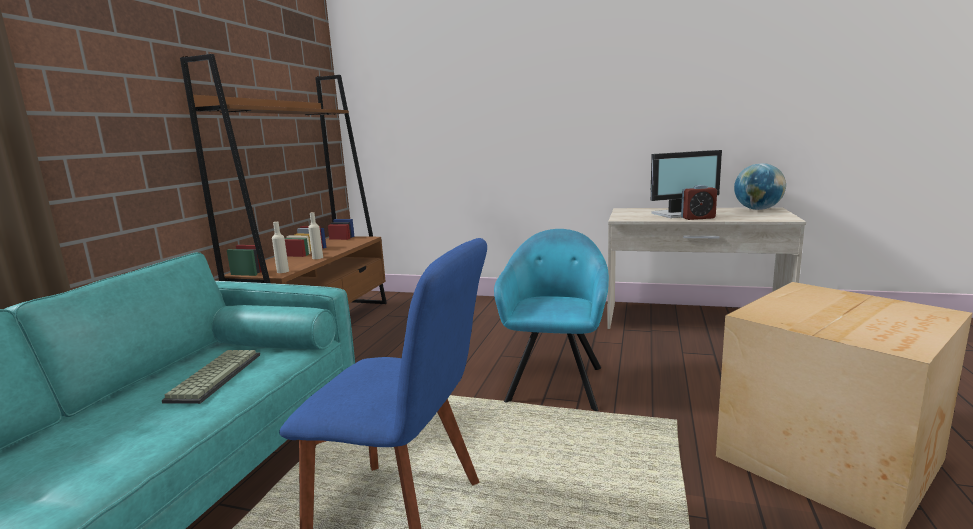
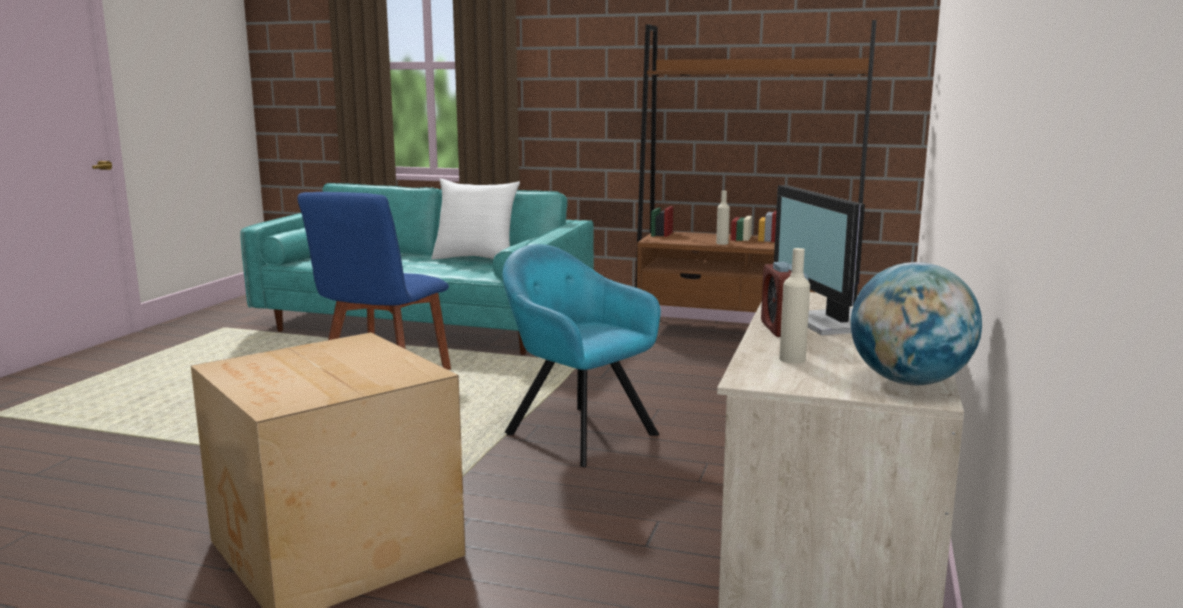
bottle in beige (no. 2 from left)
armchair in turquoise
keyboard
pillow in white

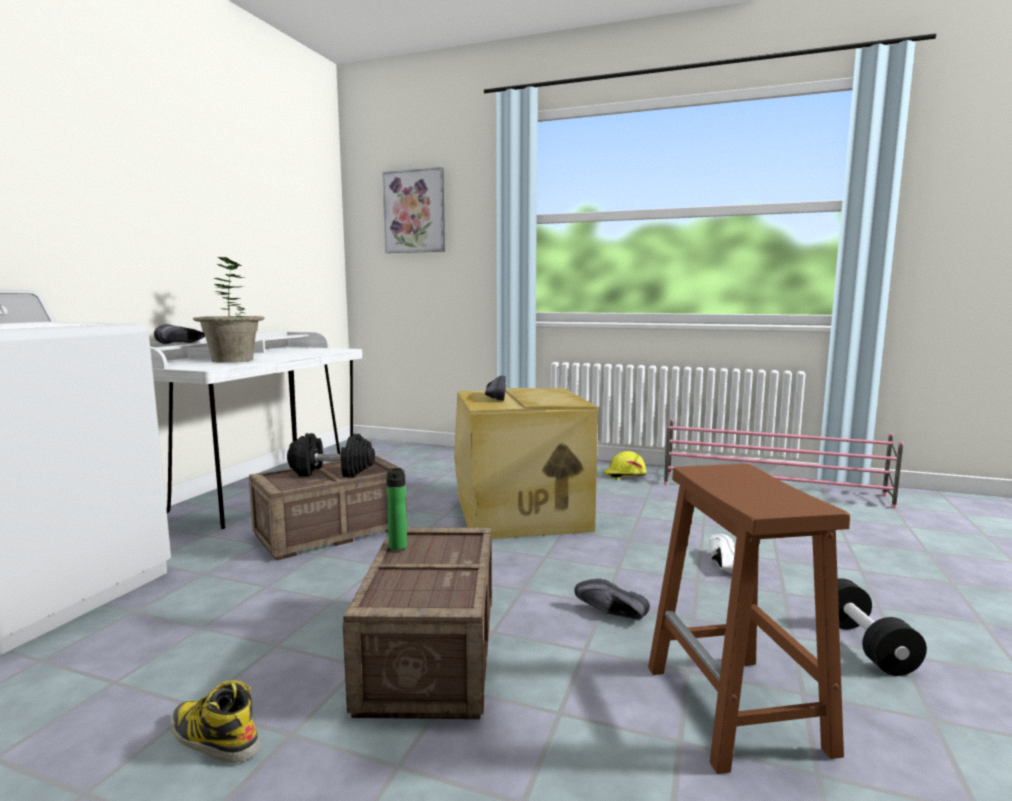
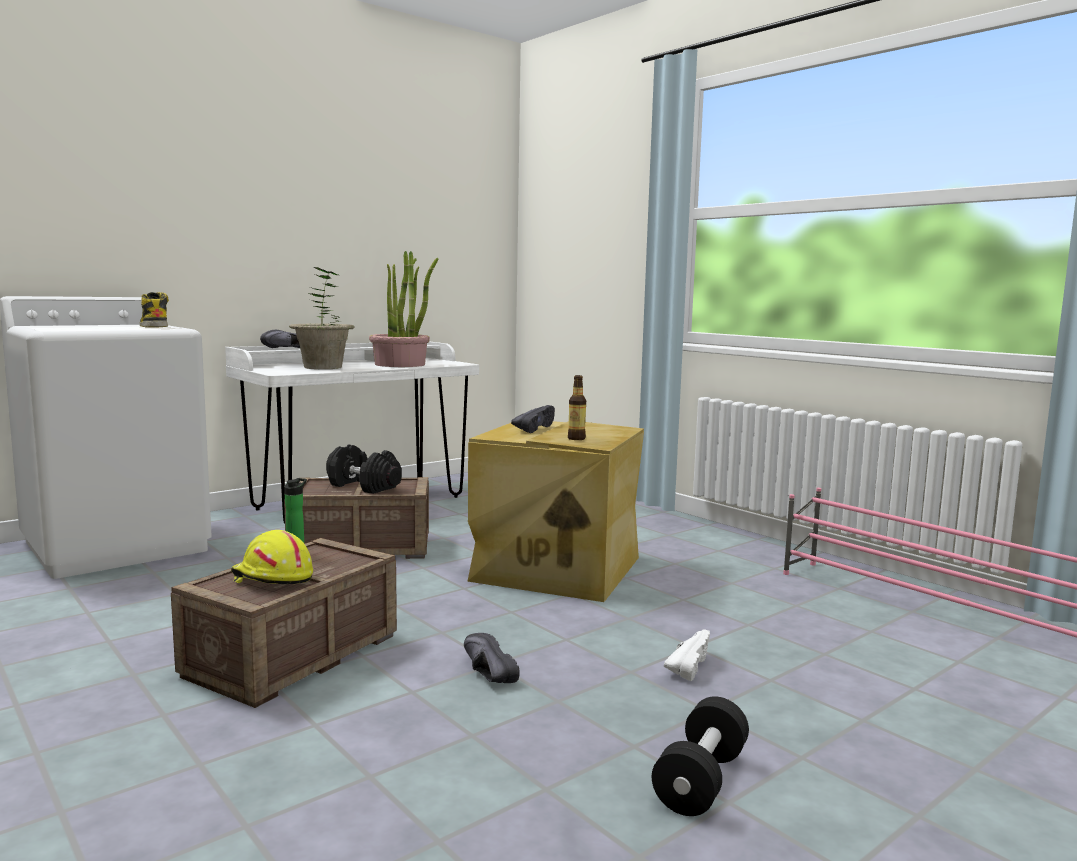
picture
hard hat in yellow
stool in brown
boot
potted plant (no. 2 from left)
bottle (no. 2 from left)

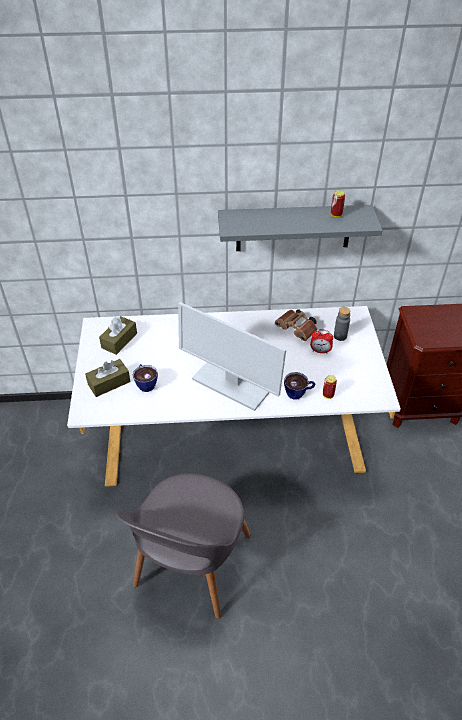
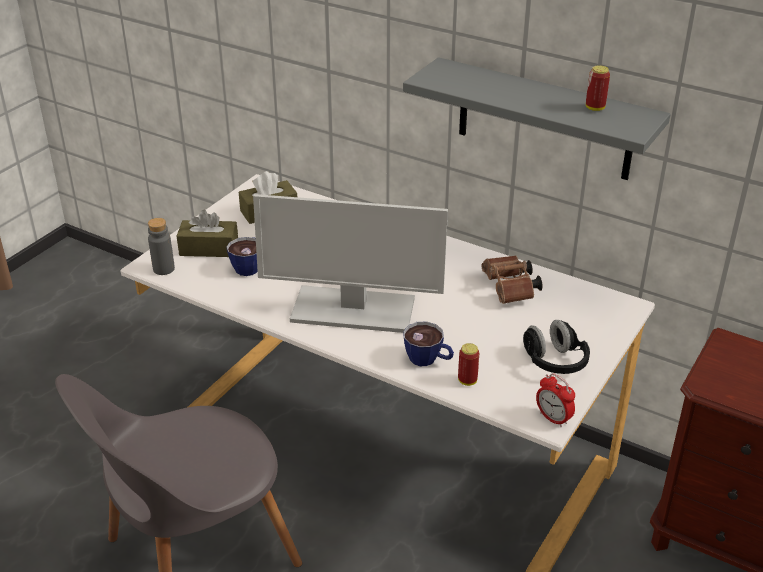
monitor
bottle in grey
alarm clock
headphones in black

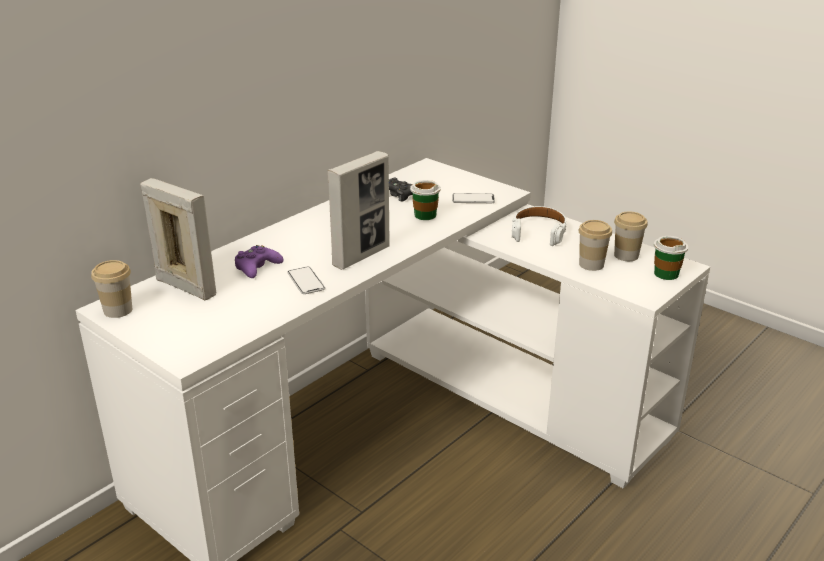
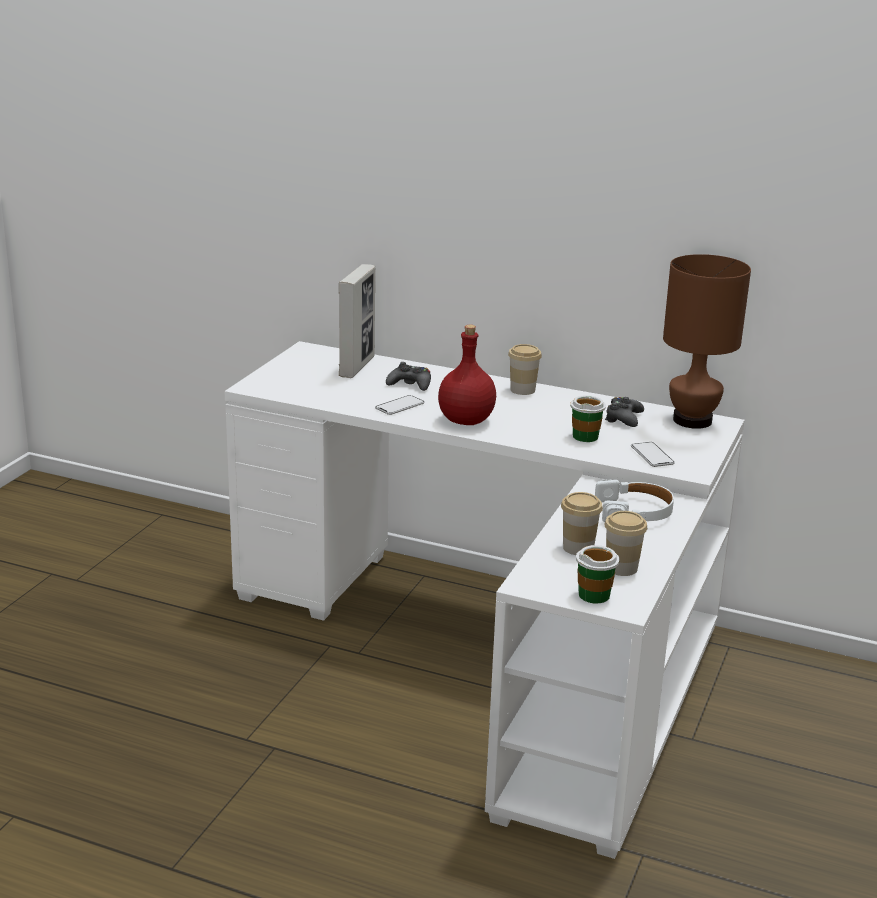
bottle in red
game controller in black (no. 1 from left)
cup (no. 1 from left)
table lamp in brown

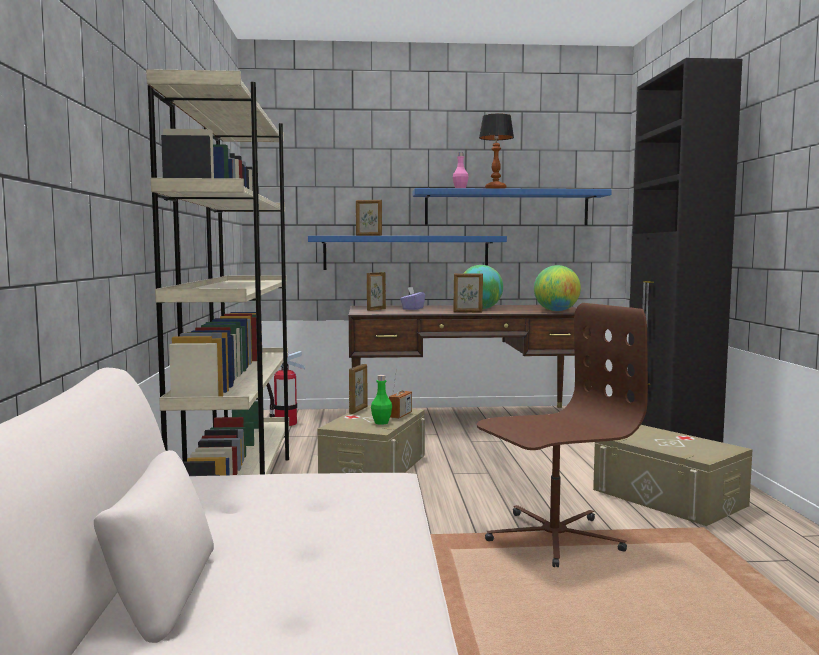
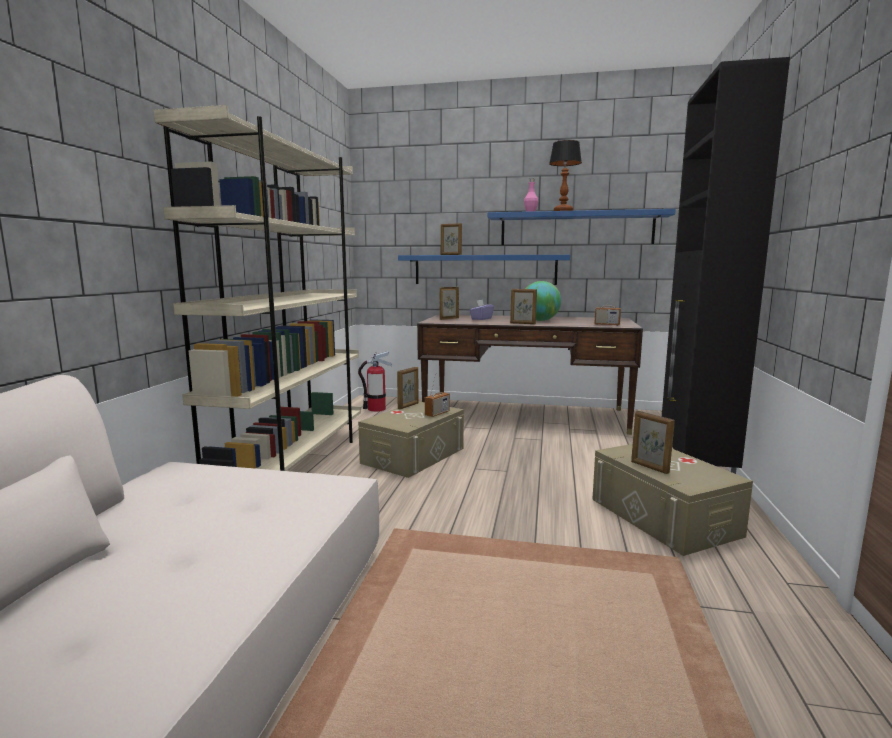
radio (no. 2 from left)
office chair in brown
bottle in green
picture frame (no. 5 from left)

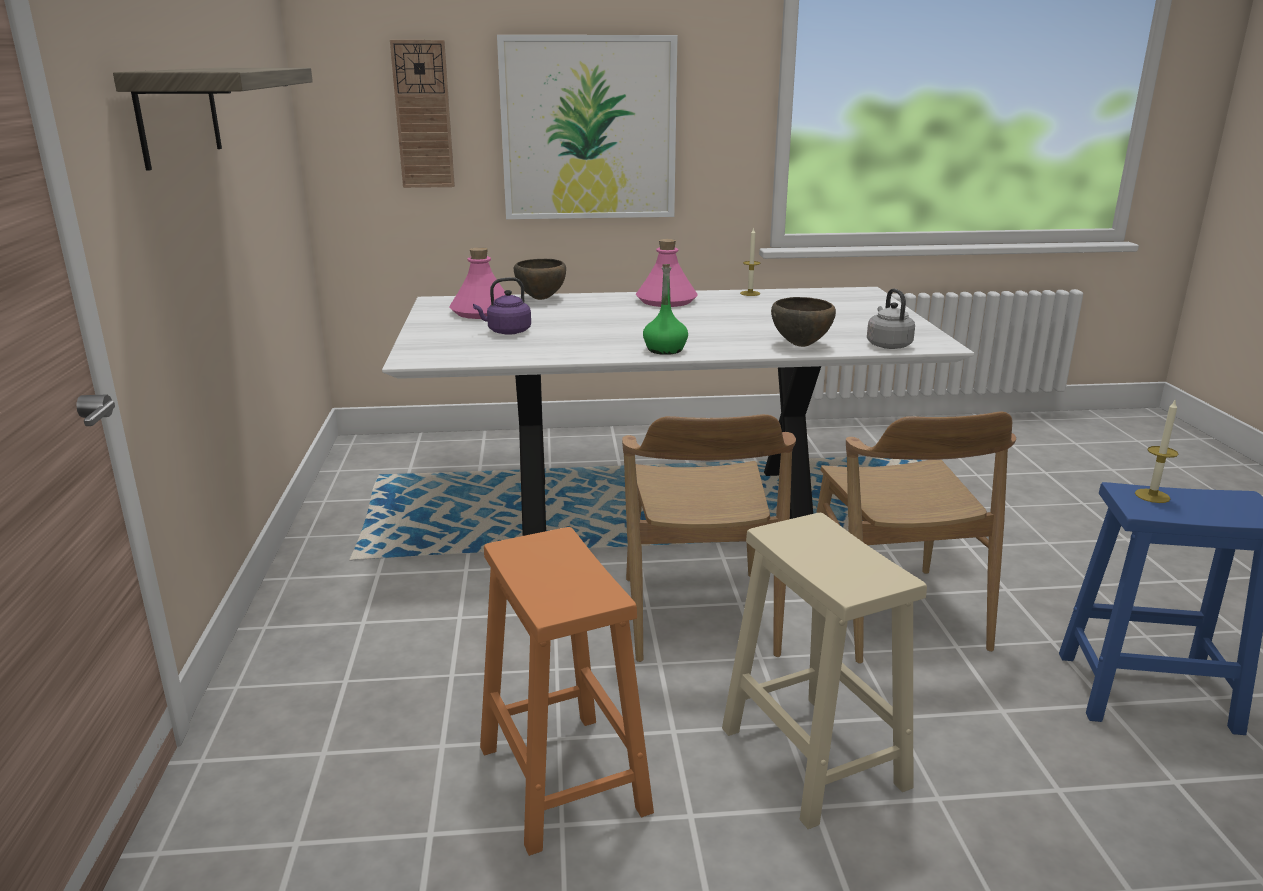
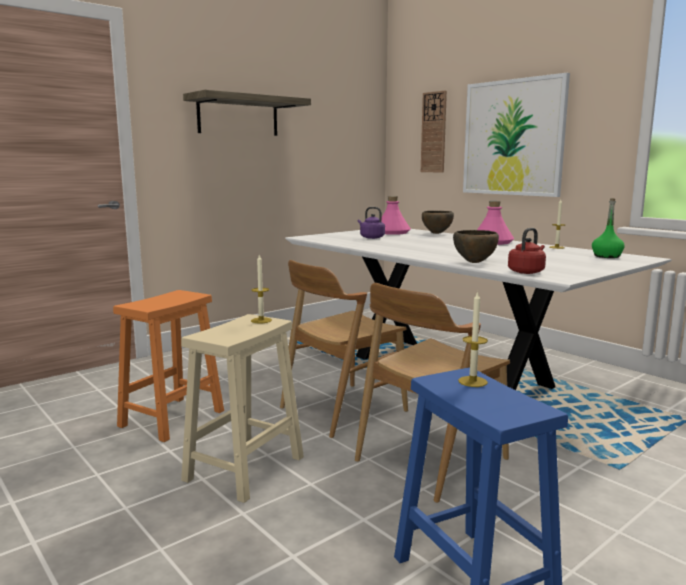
bottle in green
kettle in red
candle (no. 1 from left)

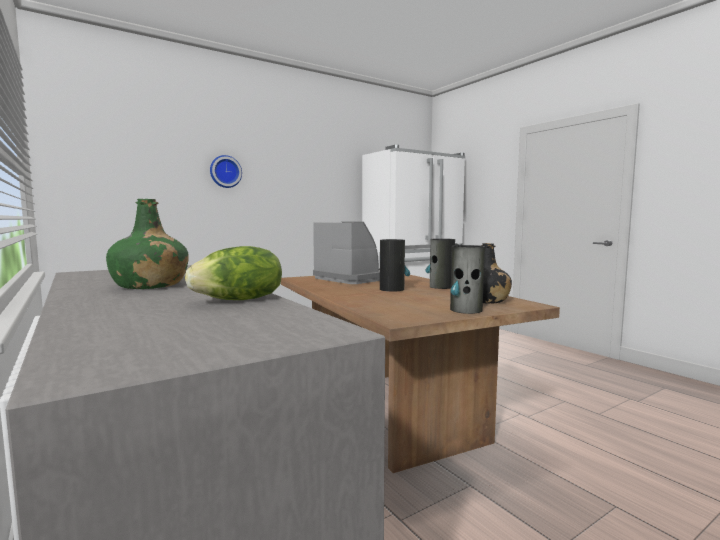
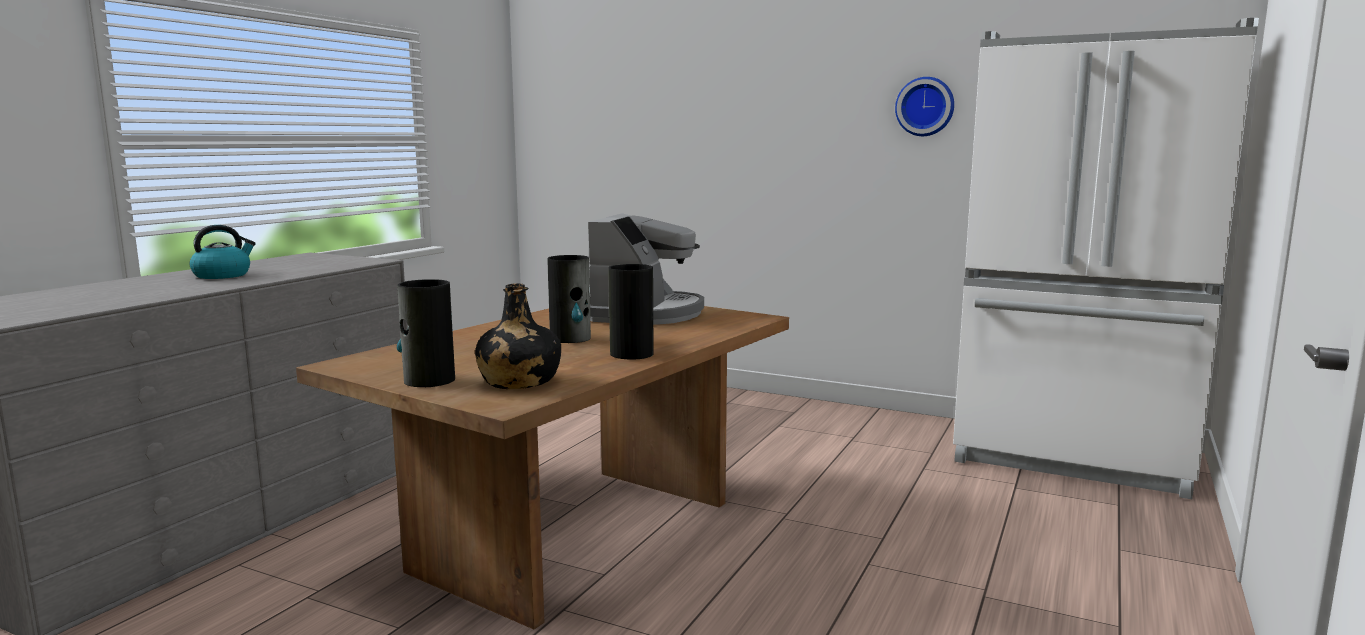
wall clock
kettle
lettuce

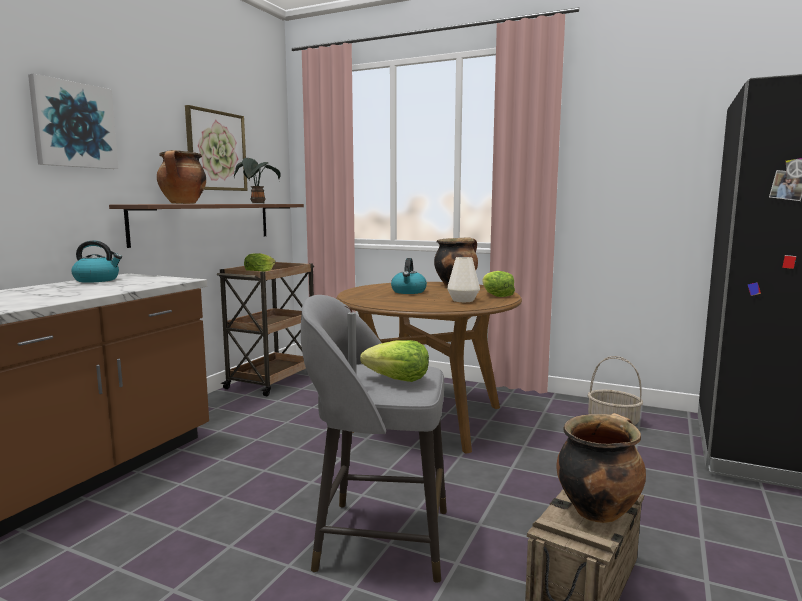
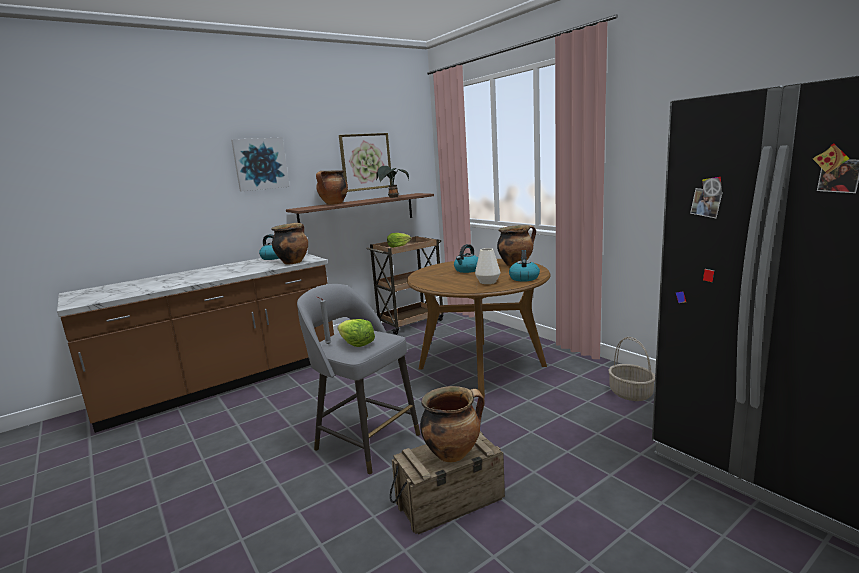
kettle (no. 3 from left)
cooking pot (no. 1 from left)

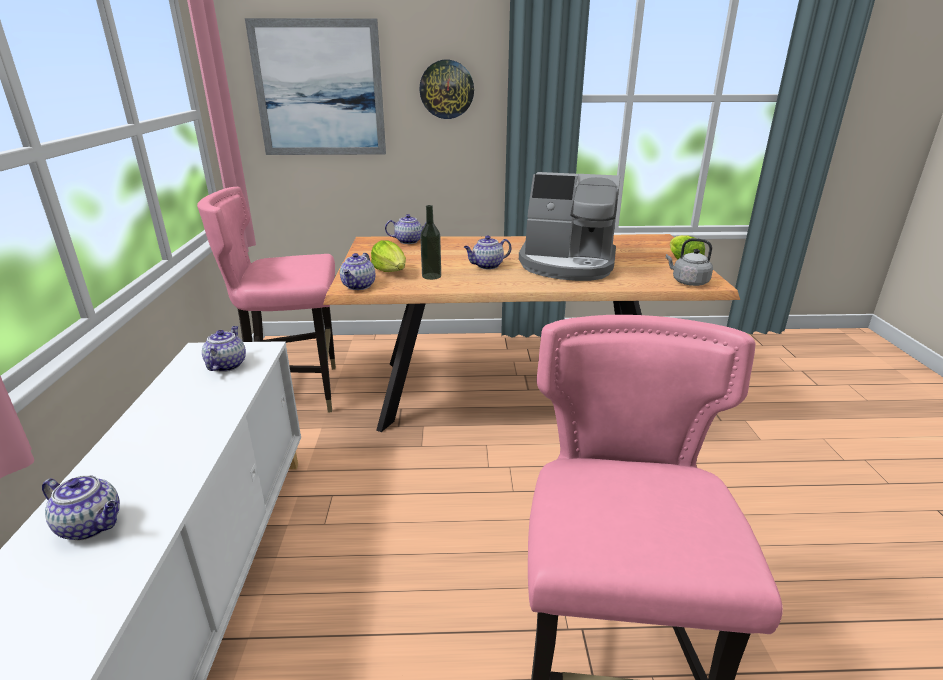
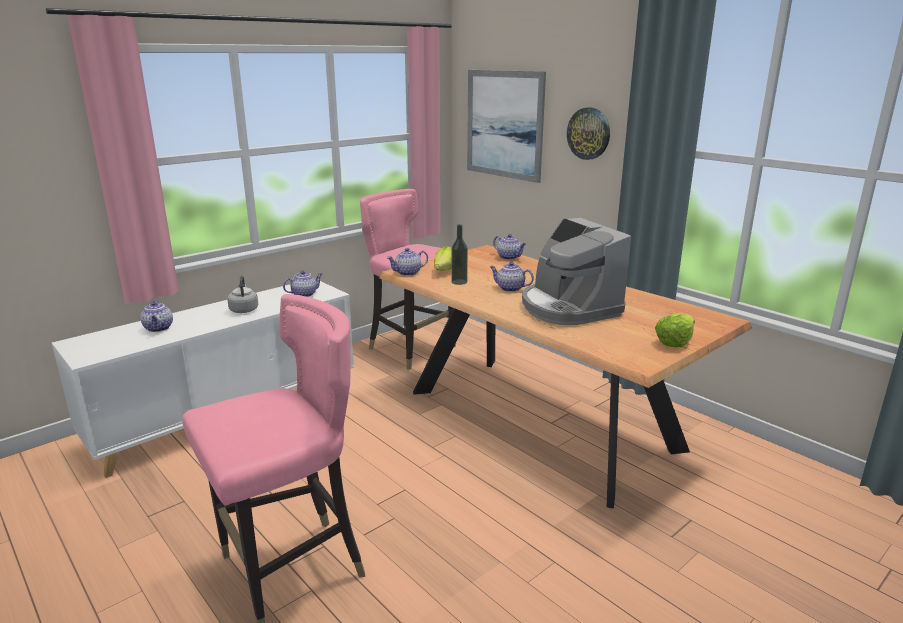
kettle in grey

